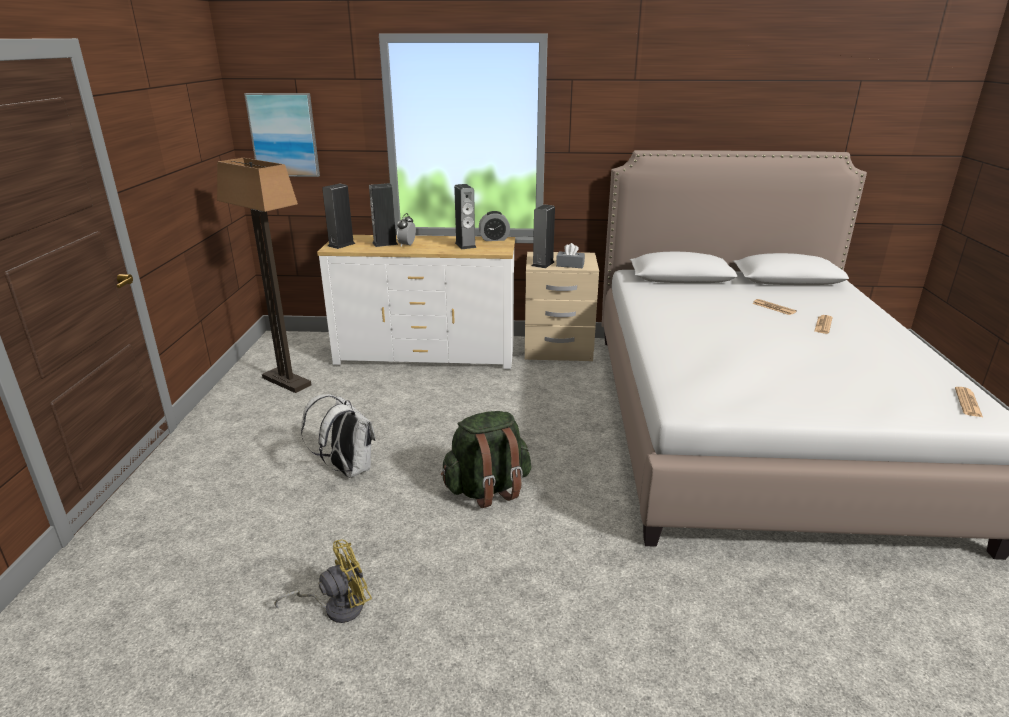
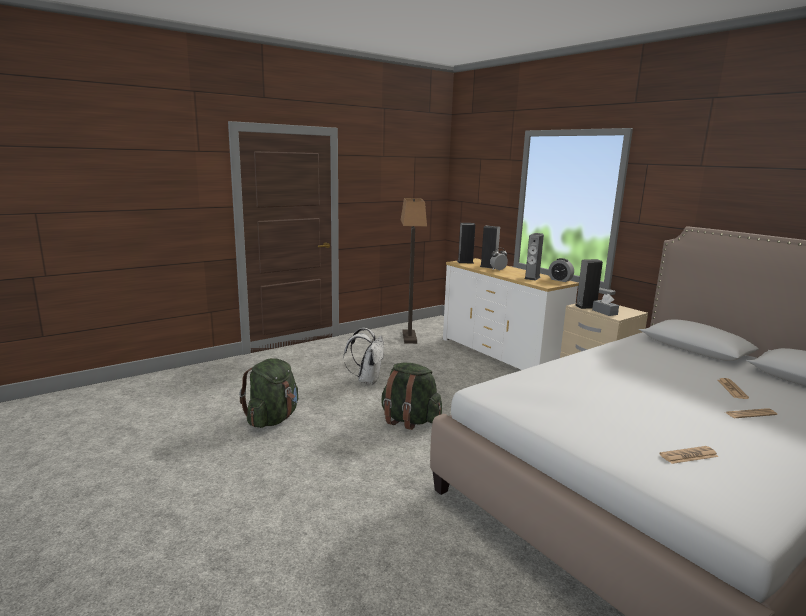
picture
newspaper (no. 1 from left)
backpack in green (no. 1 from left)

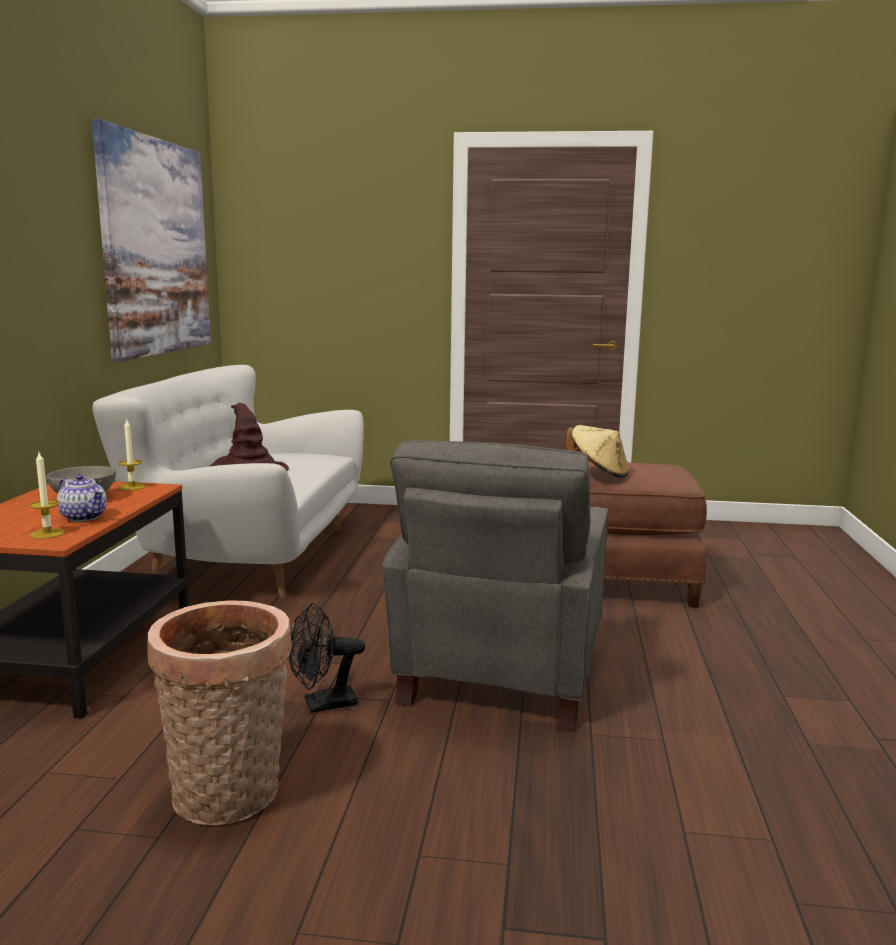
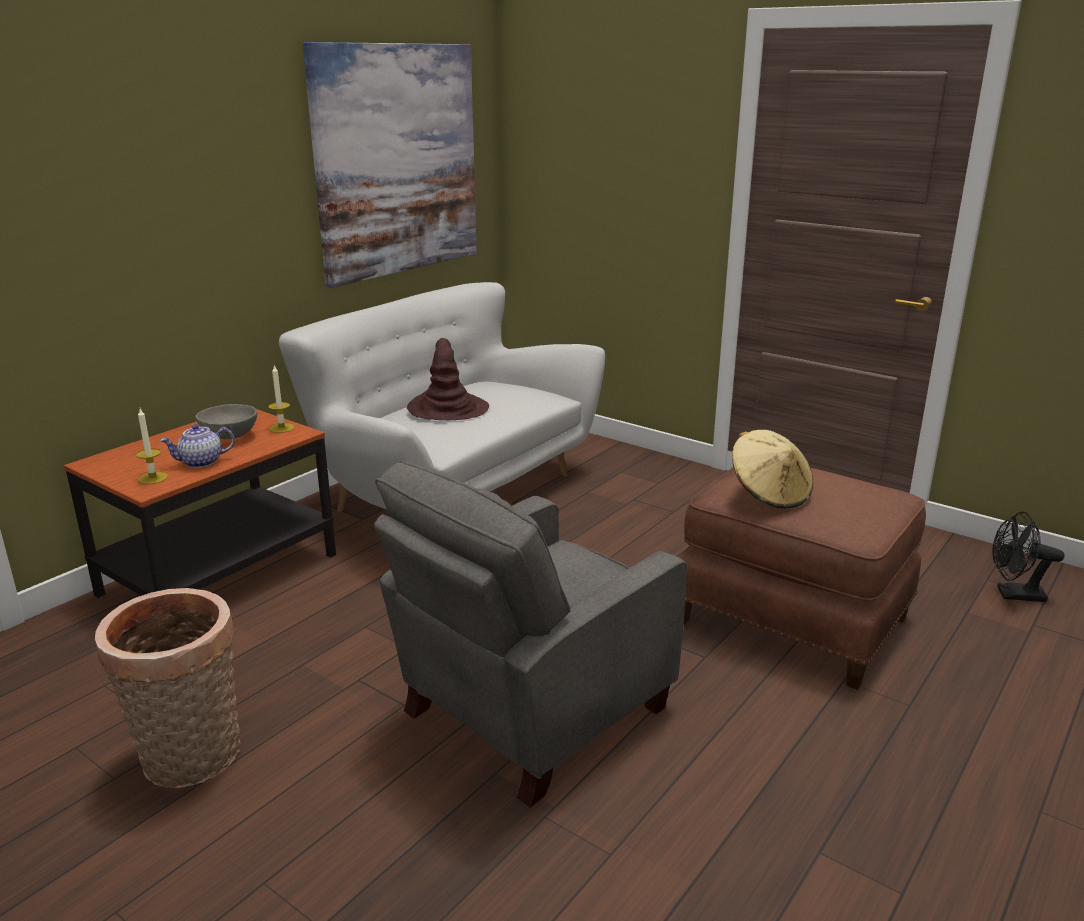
teapot
fan in black

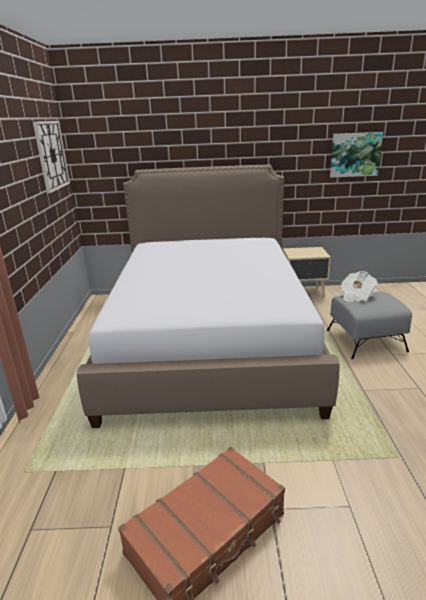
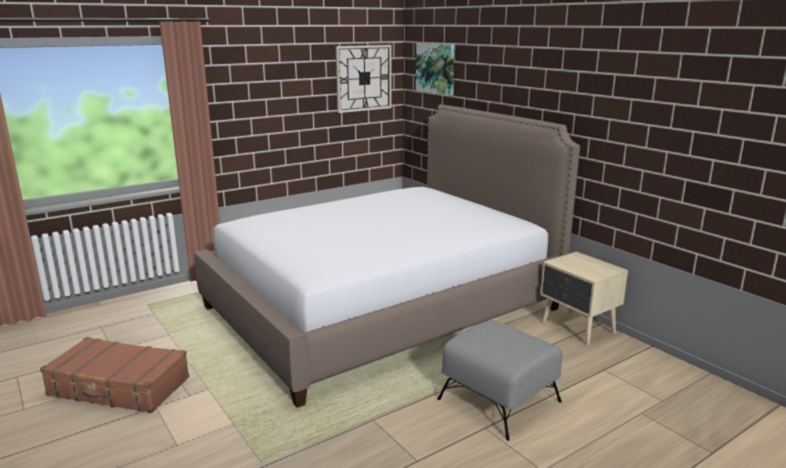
picture
newspaper

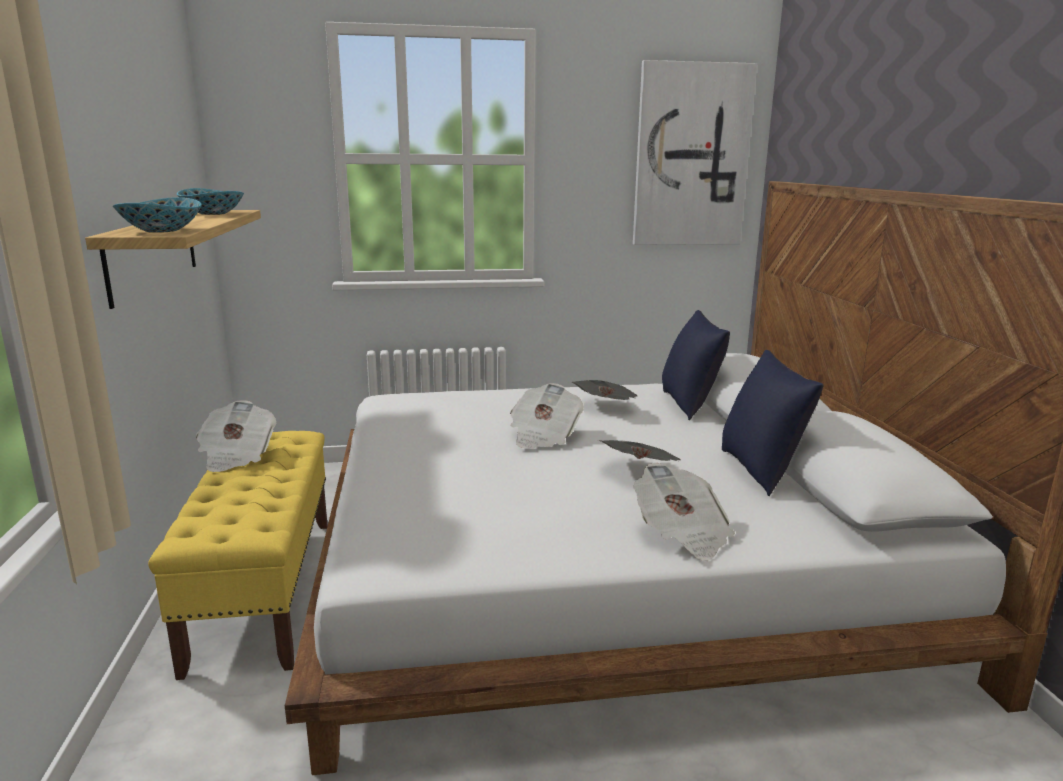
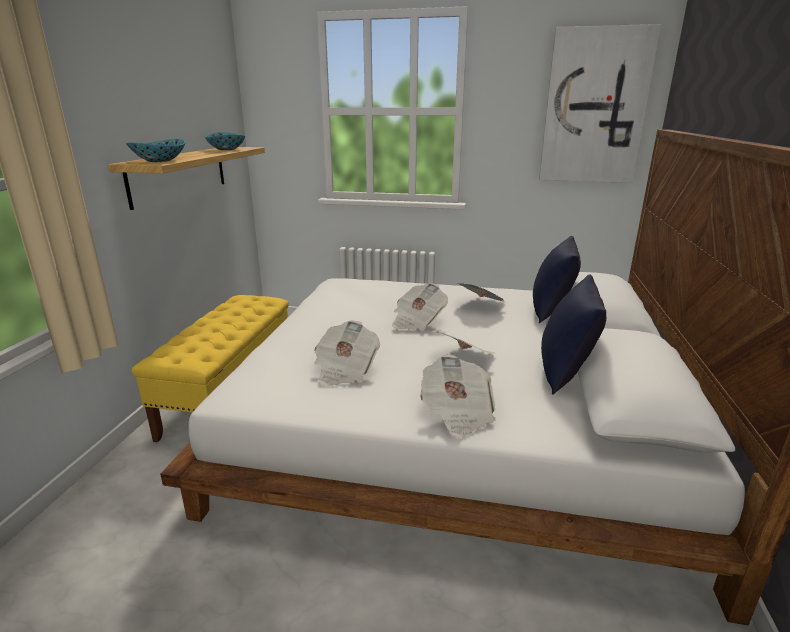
newspaper (no. 1 from left)

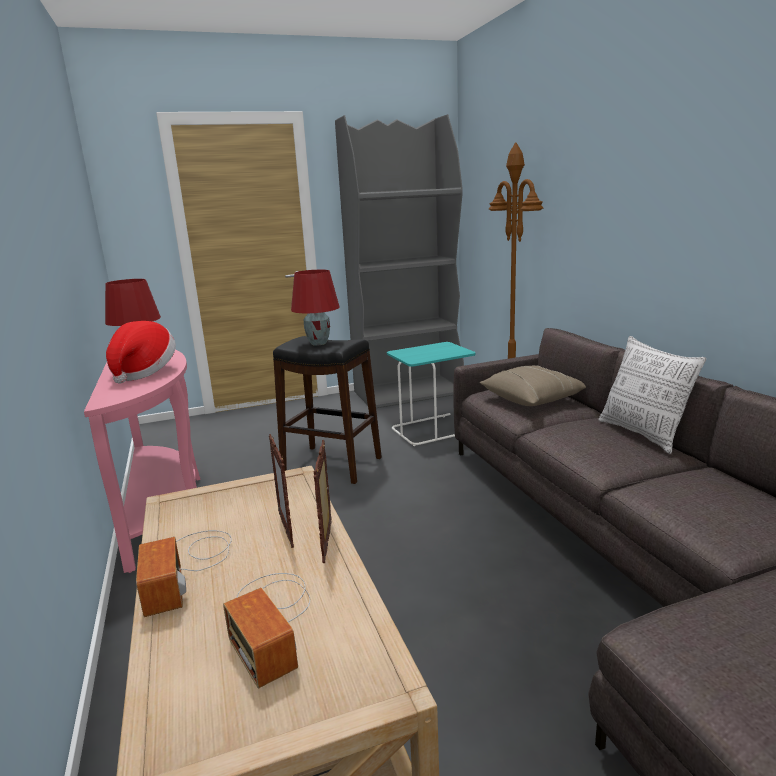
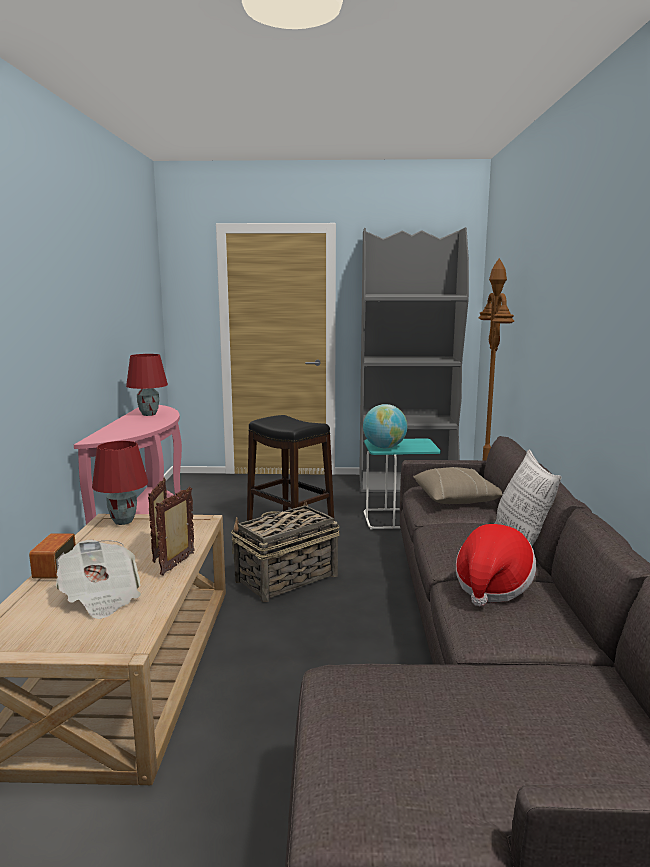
table lamp in red (no. 1 from left)
hat
newspaper
globe
basket

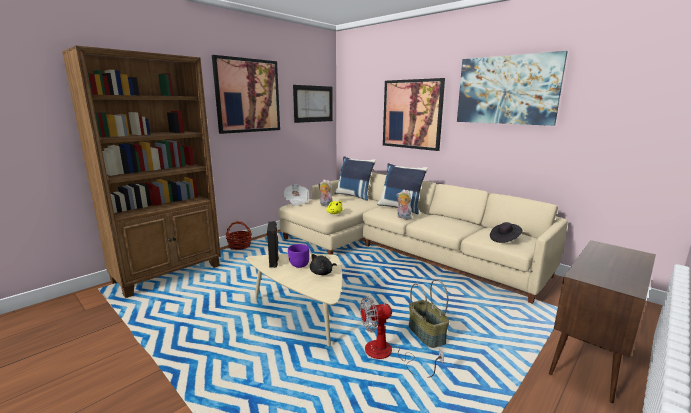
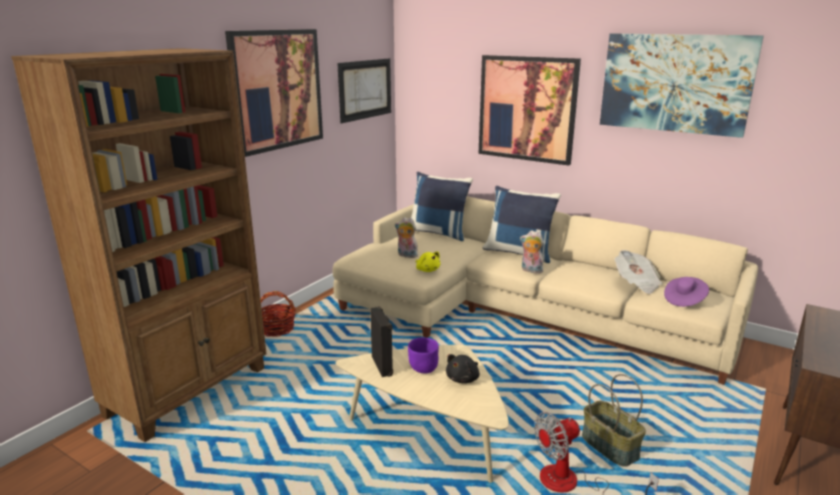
newspaper
hat in purple

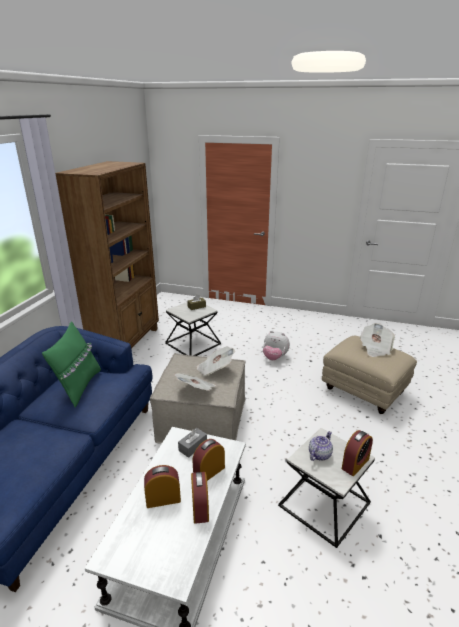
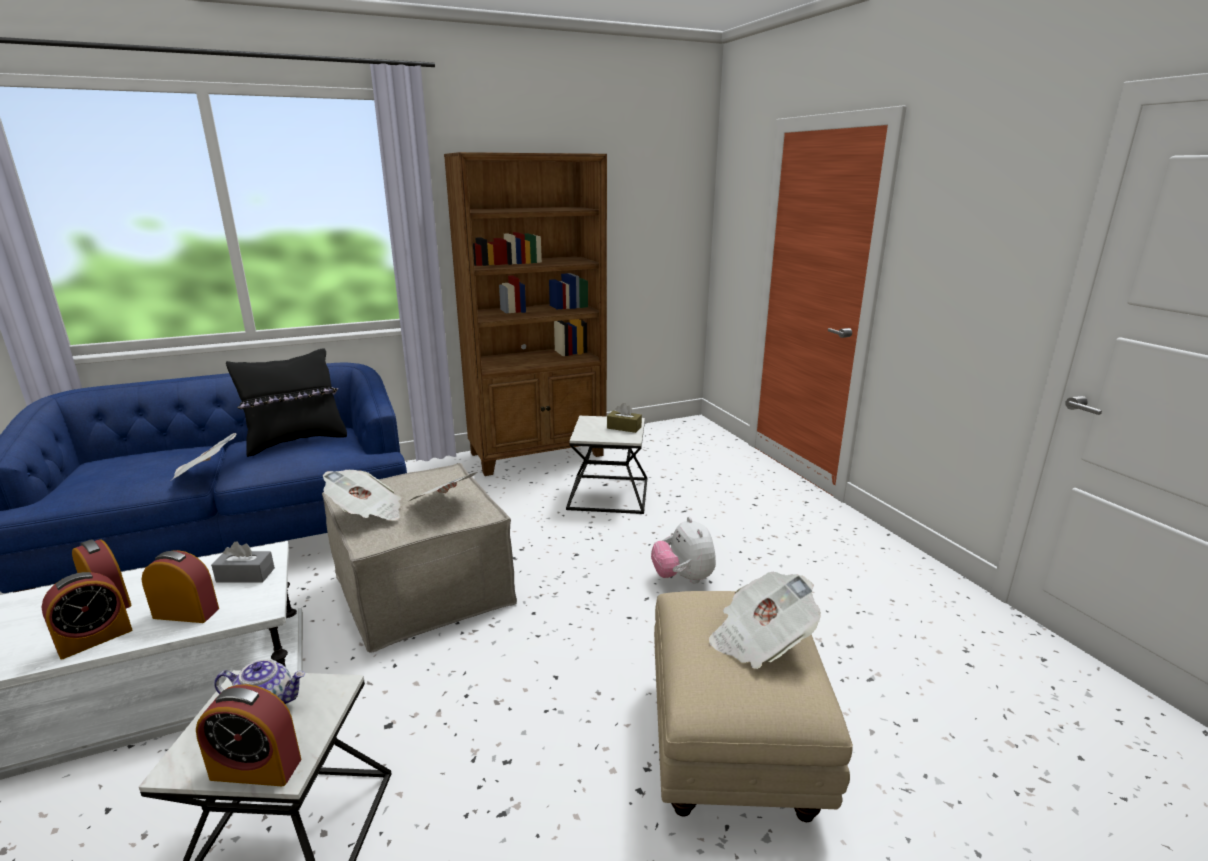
pillow in black
newspaper (no. 1 from left)

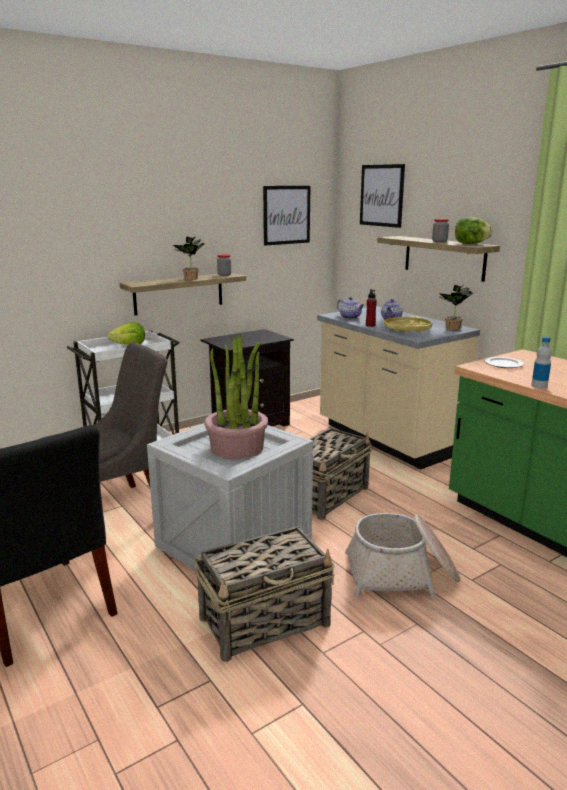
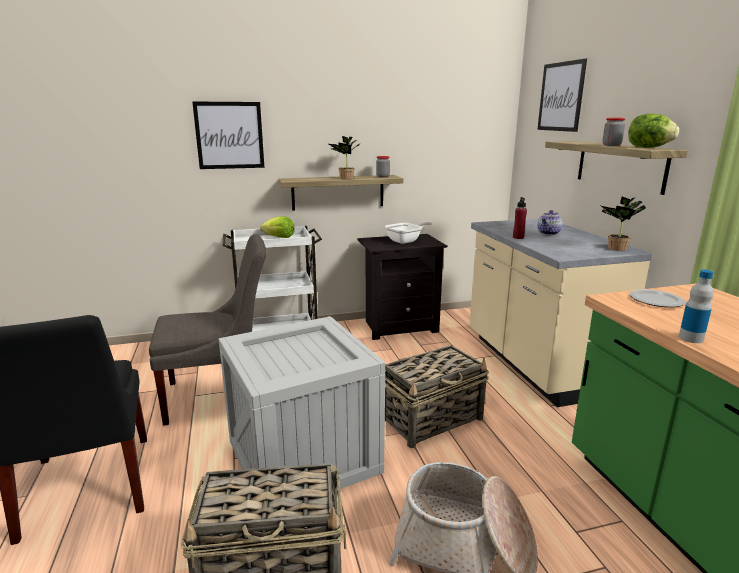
picture (no. 1 from left)
teapot (no. 1 from left in the first image)
tray in yellow
potted plant (no. 2 from left in the first image)
frying pan

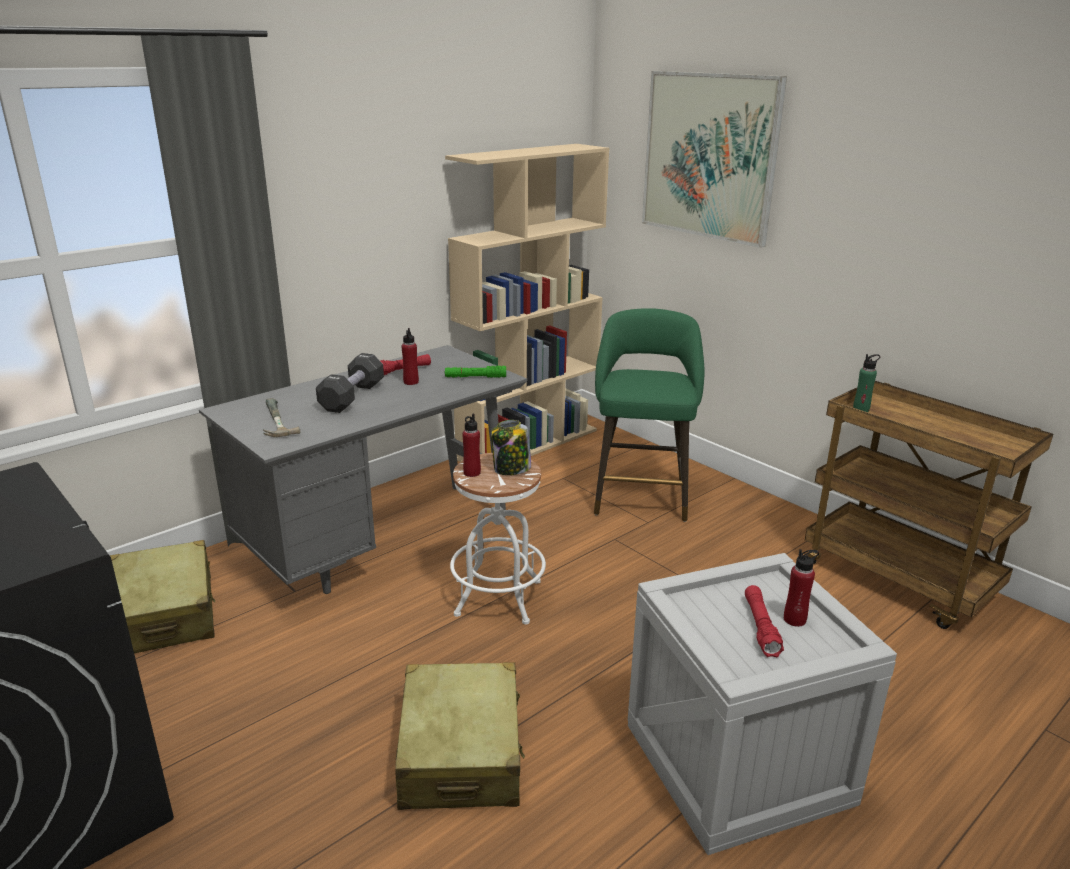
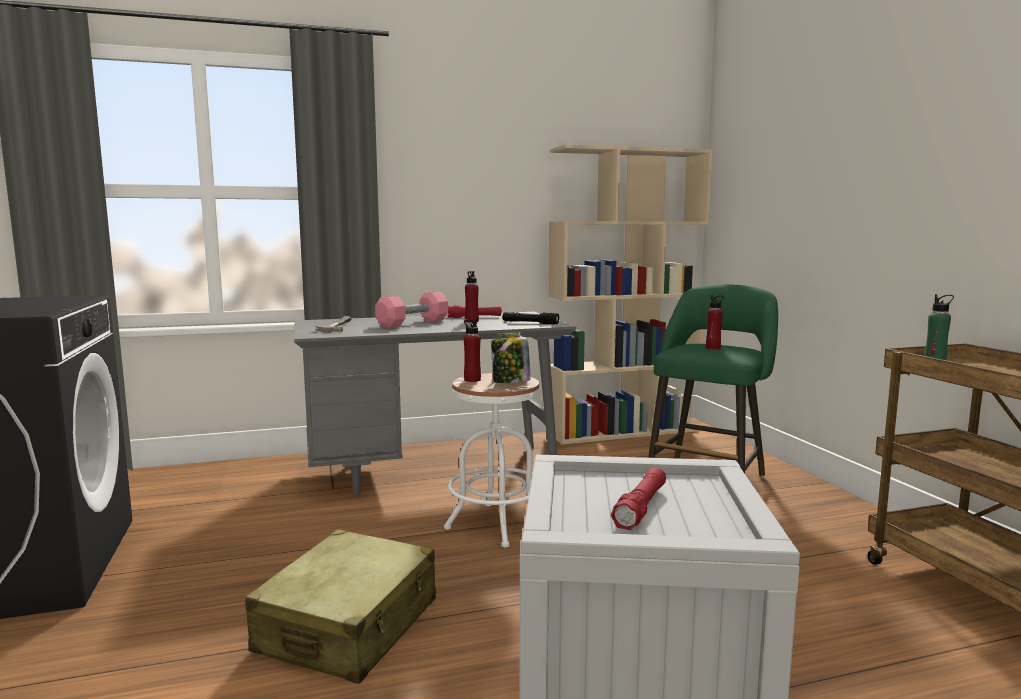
picture
dumbbell in pink
flashlight in black
suitcase in beige (no. 1 from left in the first image)
bottle in red (no. 3 from left)

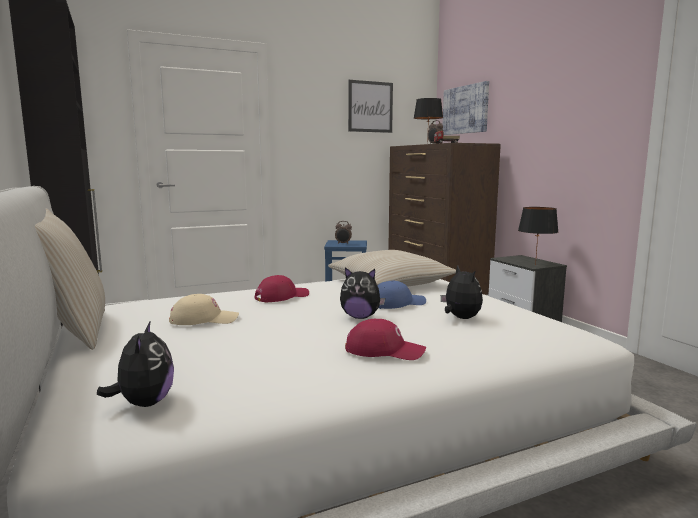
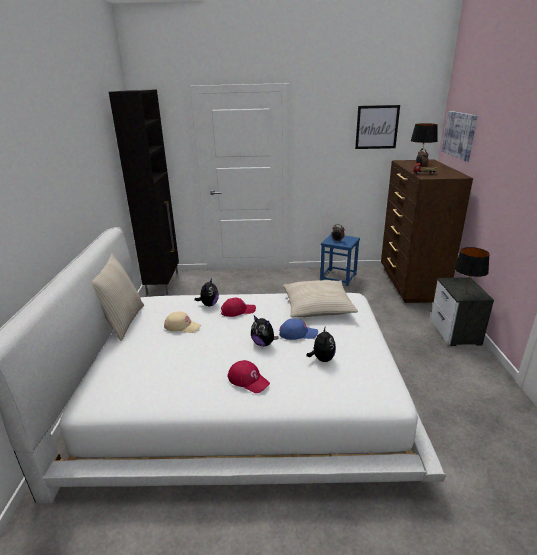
plush toy (no. 1 from left)

